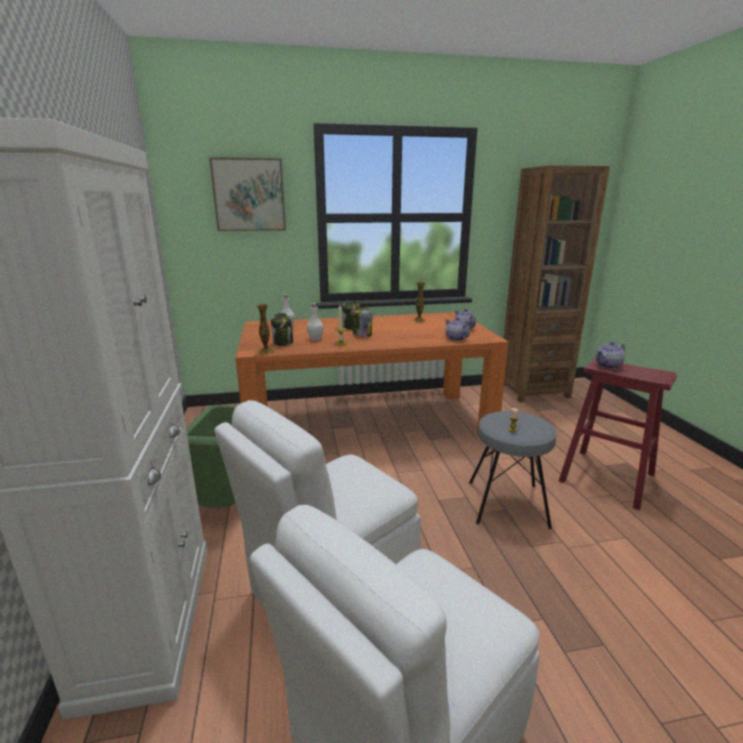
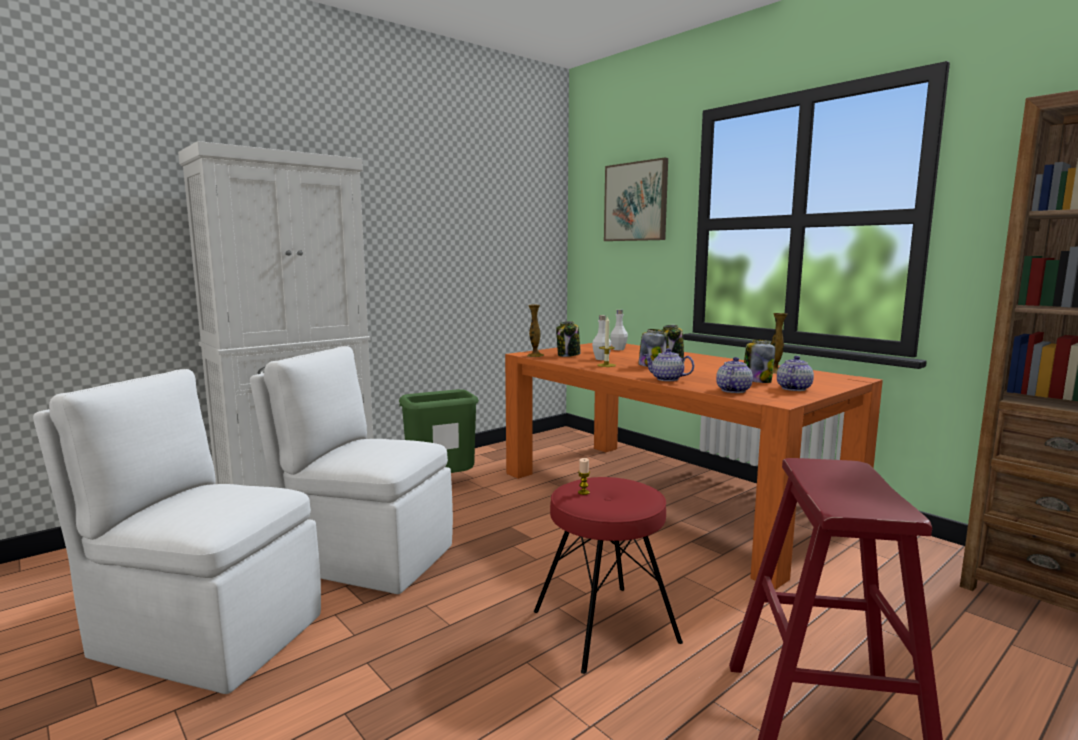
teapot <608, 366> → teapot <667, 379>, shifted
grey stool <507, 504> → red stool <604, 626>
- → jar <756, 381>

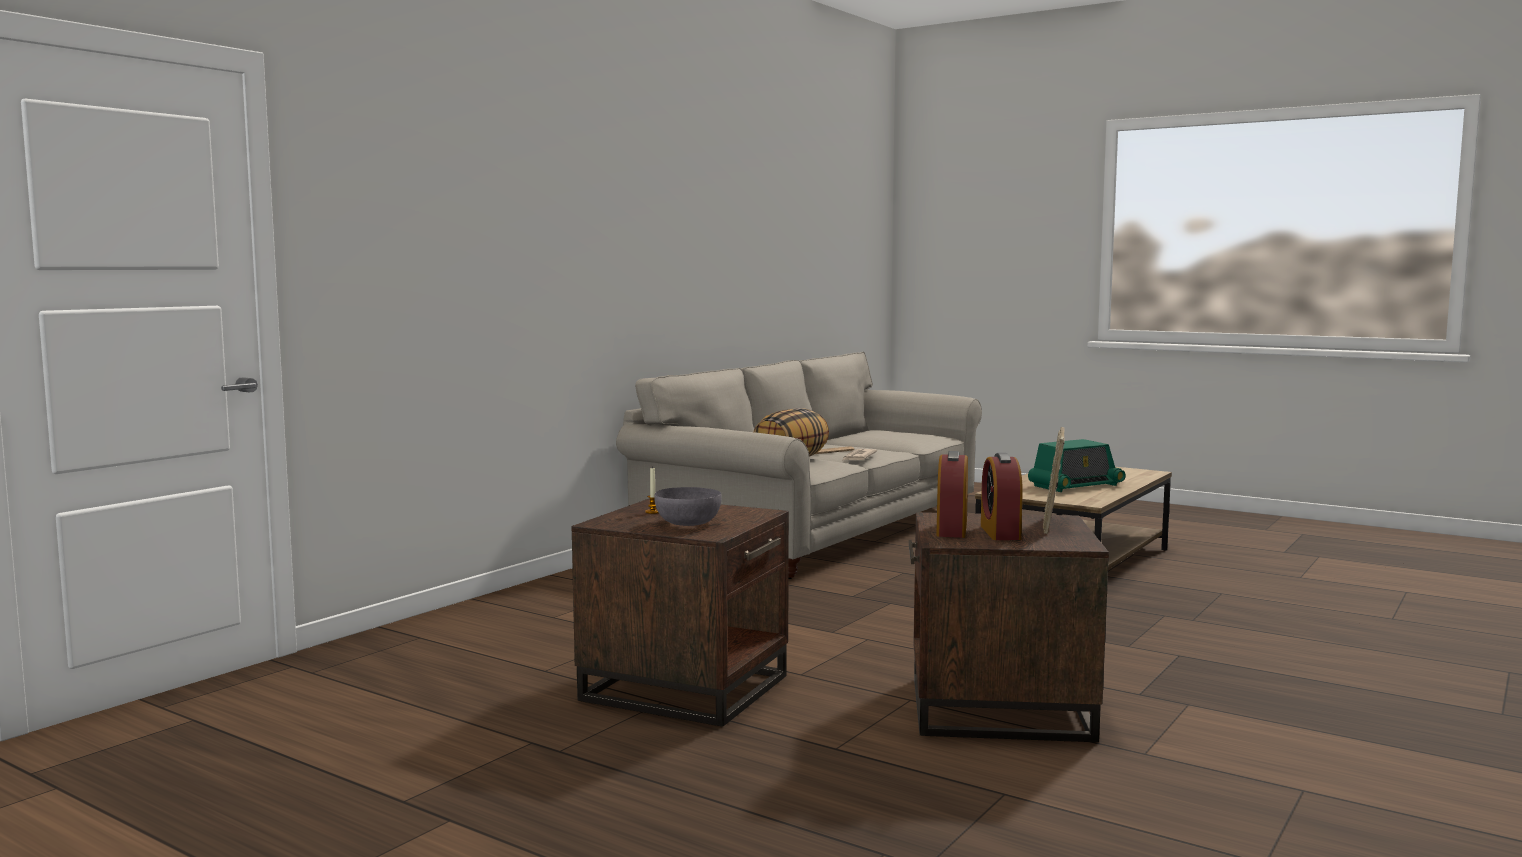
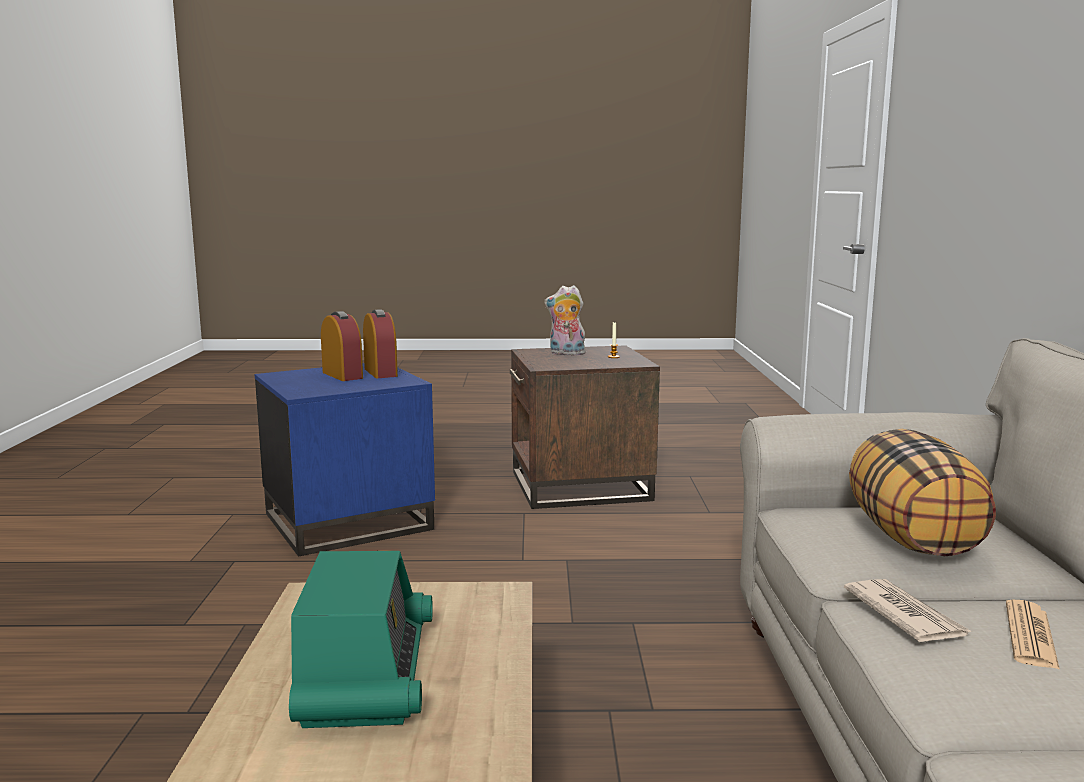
picture frame <1052, 525> → -
radio <1075, 486> → radio <366, 674>, 150 degrees clockwise
grey bowl <687, 523> → plush toy <566, 354>
brown side table <1000, 709> → blue side table <347, 521>

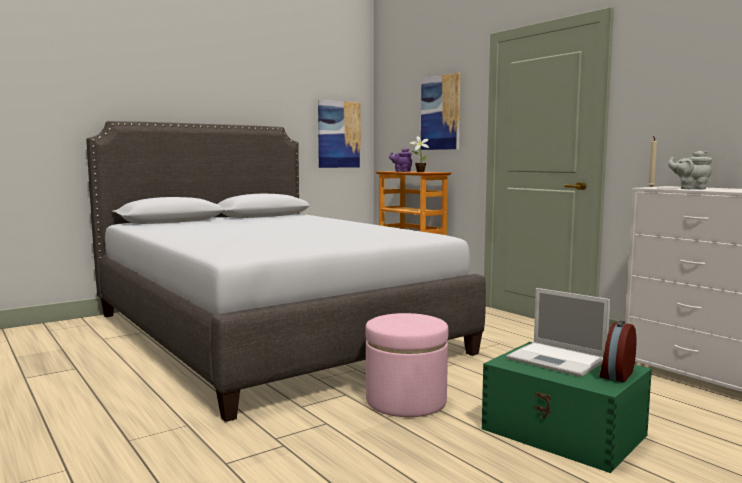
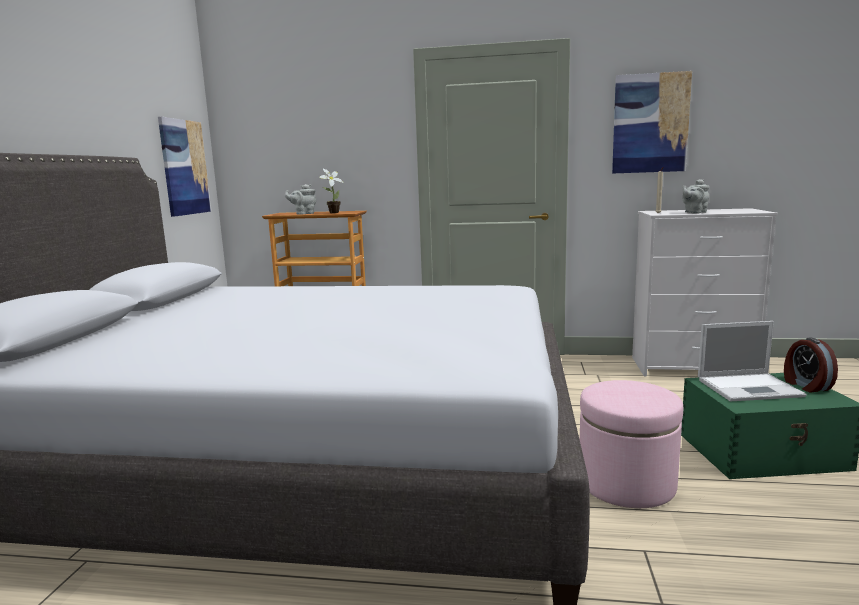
picture <440, 113> → picture <650, 123>, shifted
purple teapot <401, 171> → grey teapot <303, 213>

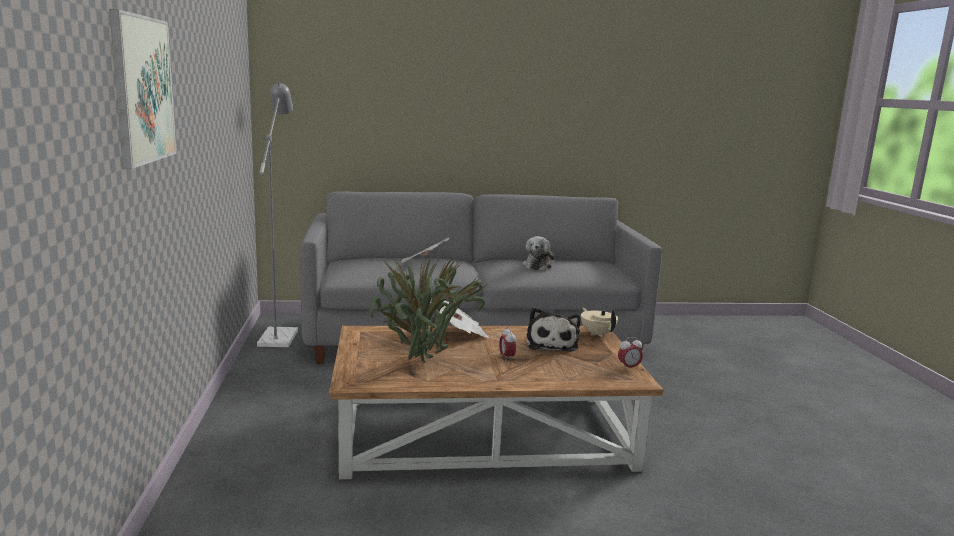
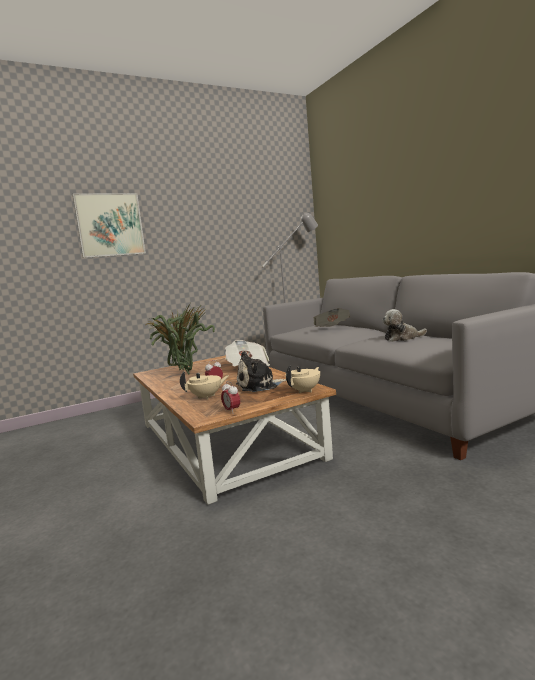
- → beige teapot <206, 397>

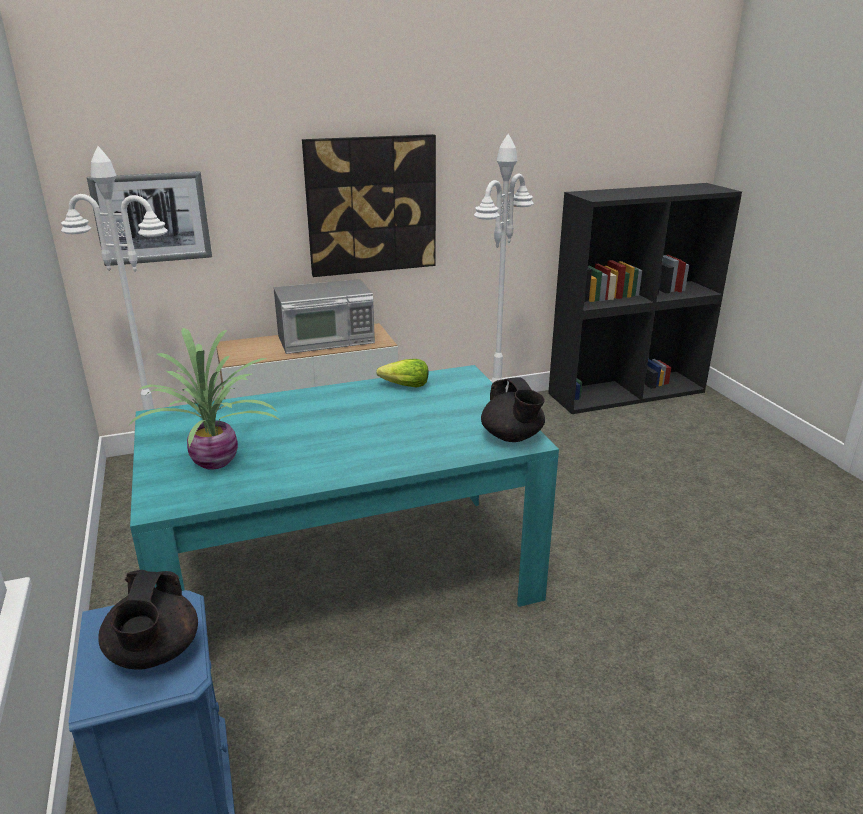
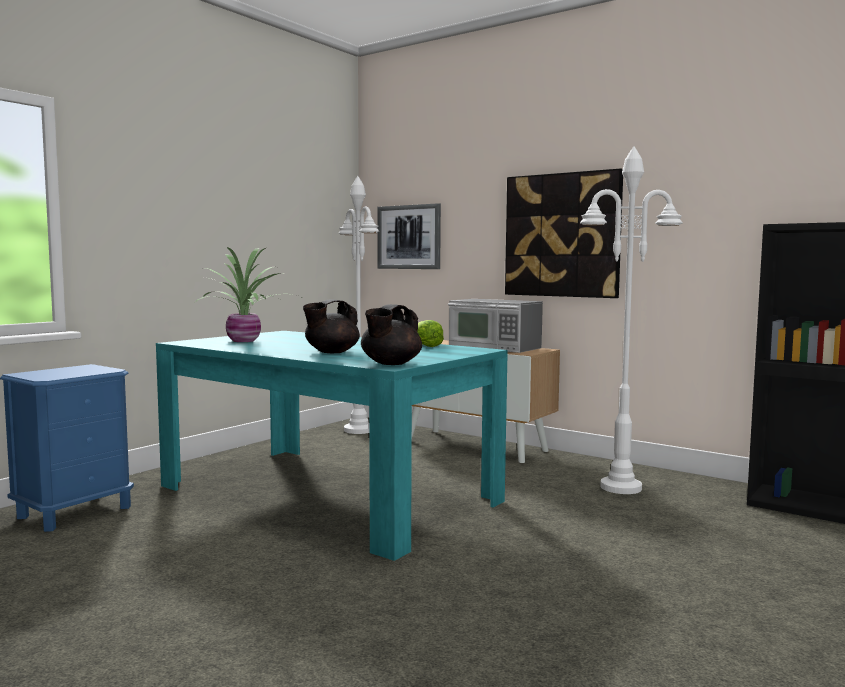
black teapot <154, 653> → black teapot <331, 352>, shifted

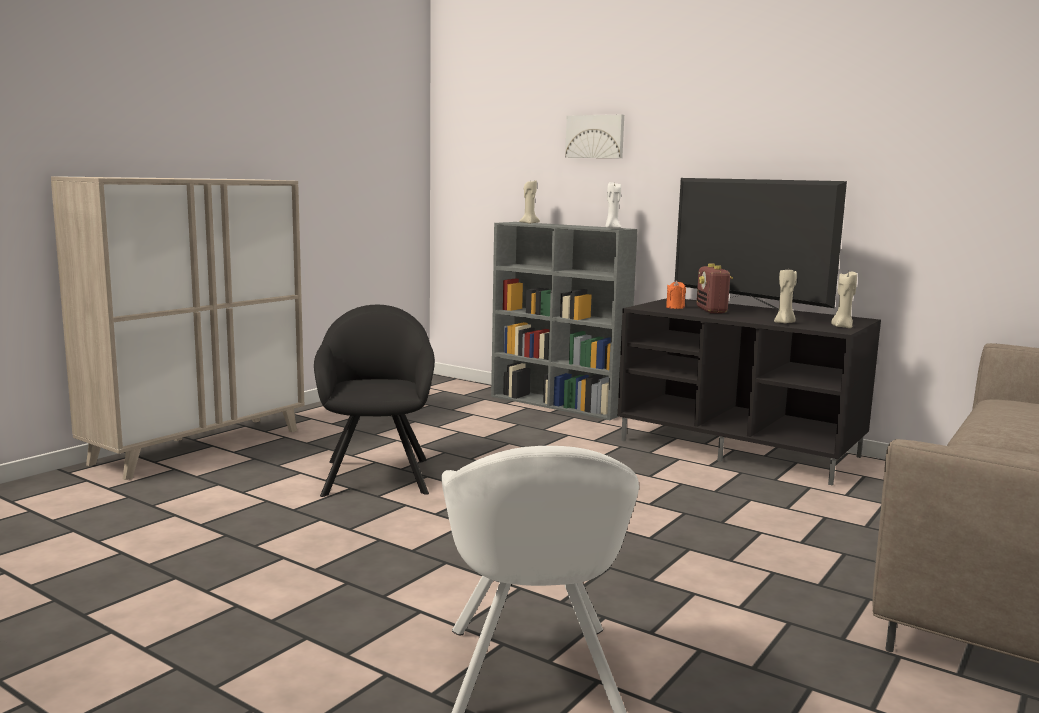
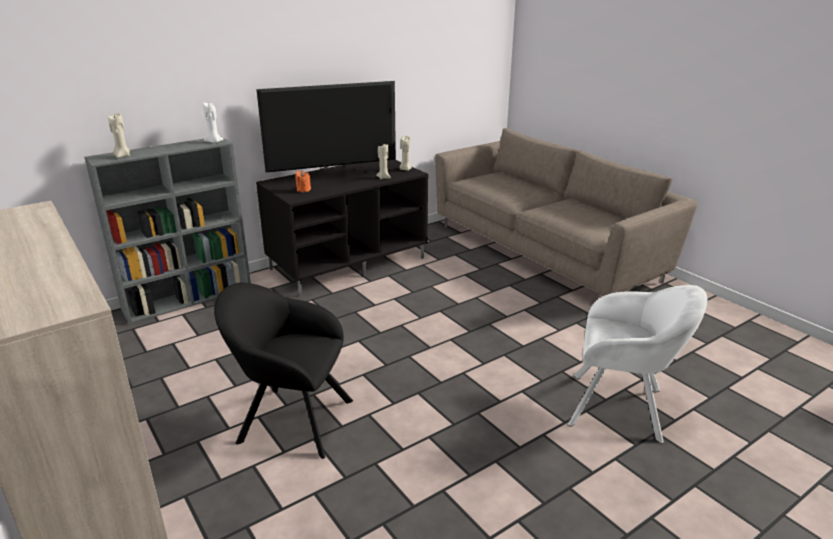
picture <595, 136> → -
radio <711, 311> → -

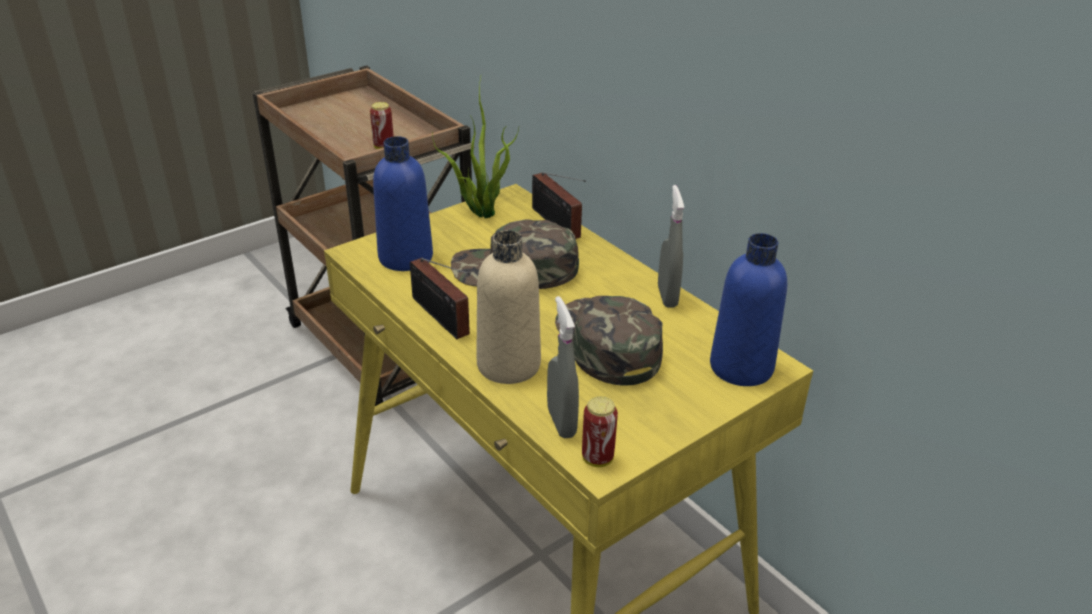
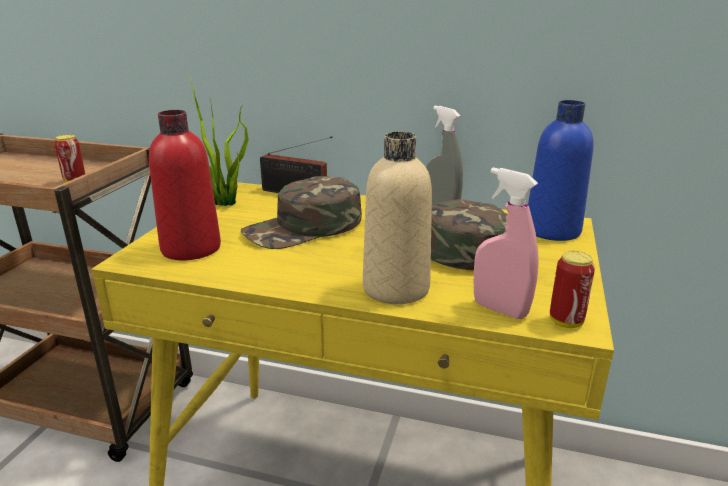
blue bottle <405, 257> → red bottle <191, 248>
radio <442, 319> → -
grey spray bottle <561, 422> → pink spray bottle <500, 310>

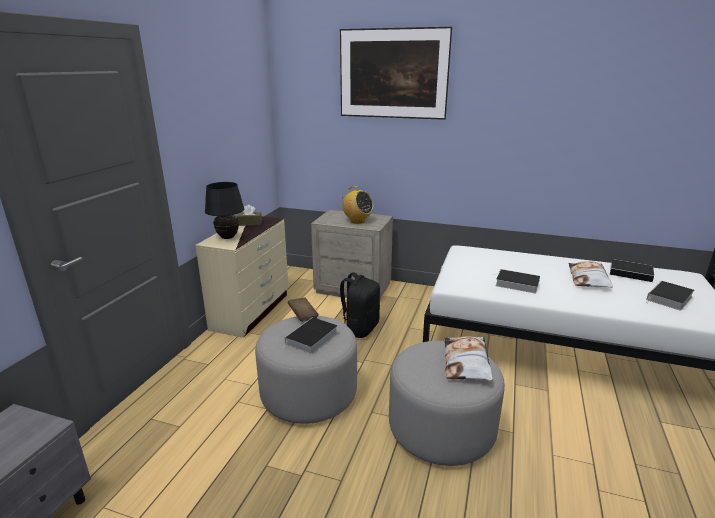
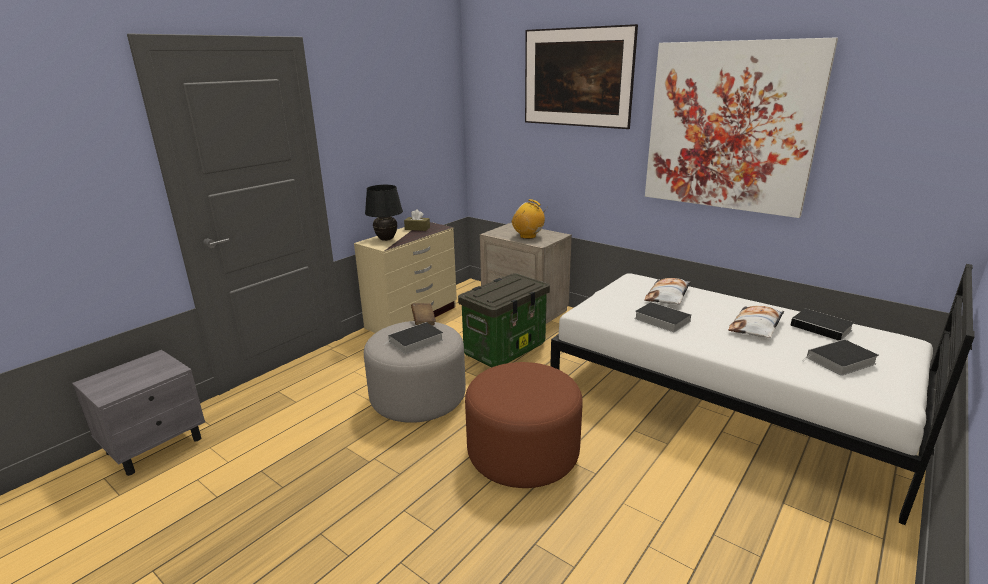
radio <357, 221> → radio <528, 236>, 150 degrees clockwise
black backpack <359, 328> → storage box <505, 349>
pillow <467, 363> → pillow <668, 296>, shifted
grey ottoman <441, 428> → brown ottoman <523, 453>
- → picture <729, 127>

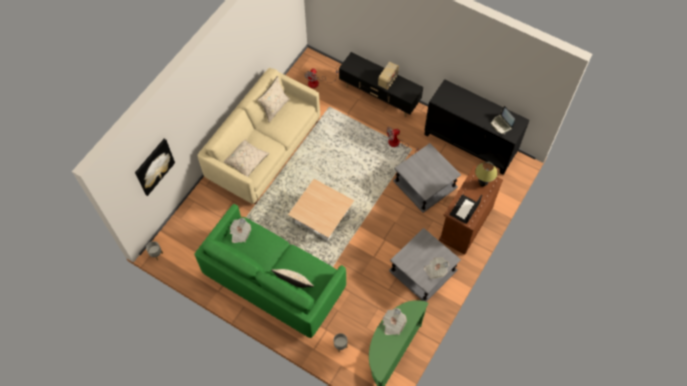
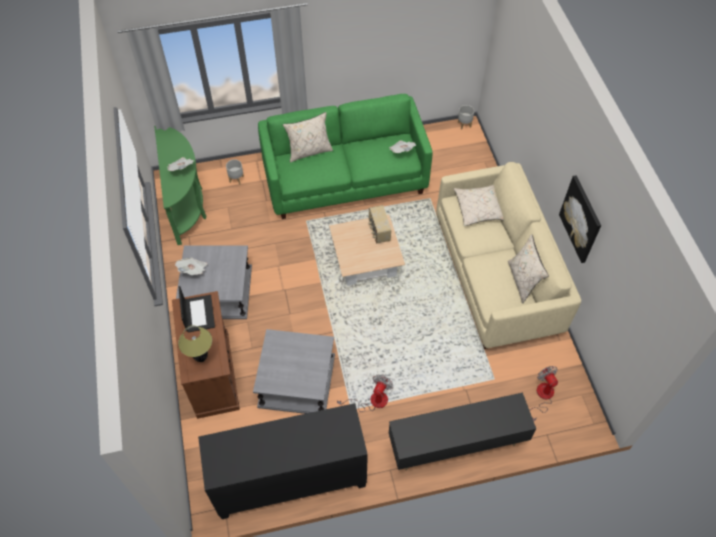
radio <388, 81> → radio <379, 231>, shifted
laptop <501, 124> → -
picture <154, 166> → picture <581, 219>, shifted

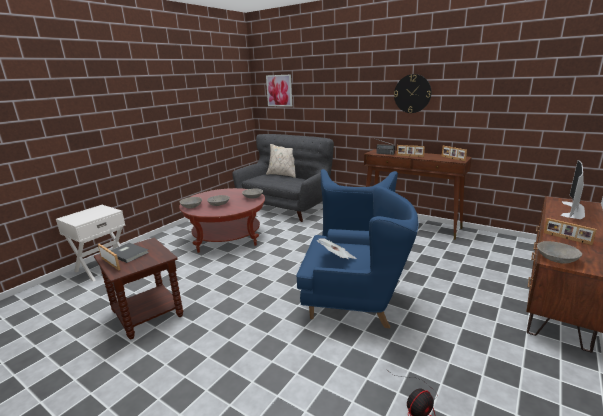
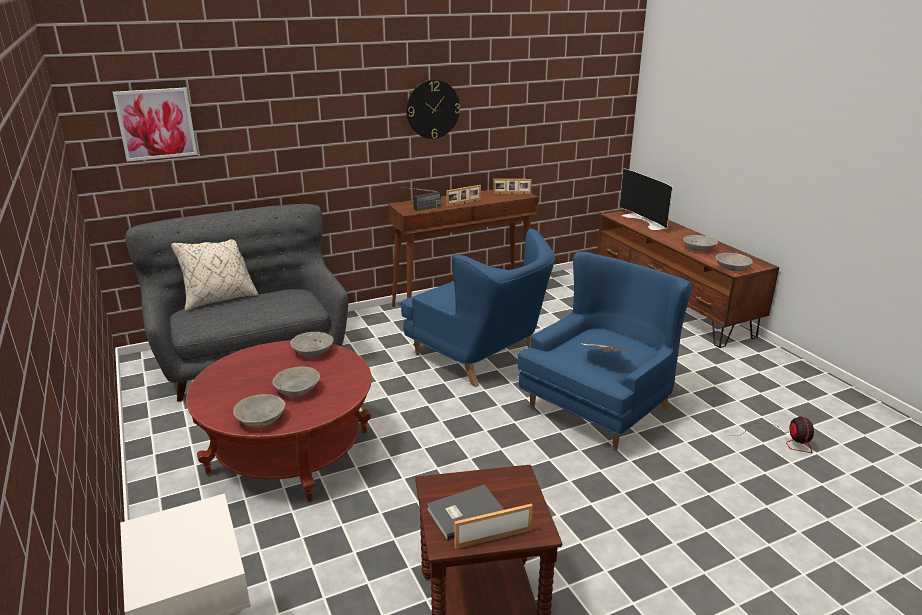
picture frame <566, 238> → grey bowl <699, 249>

